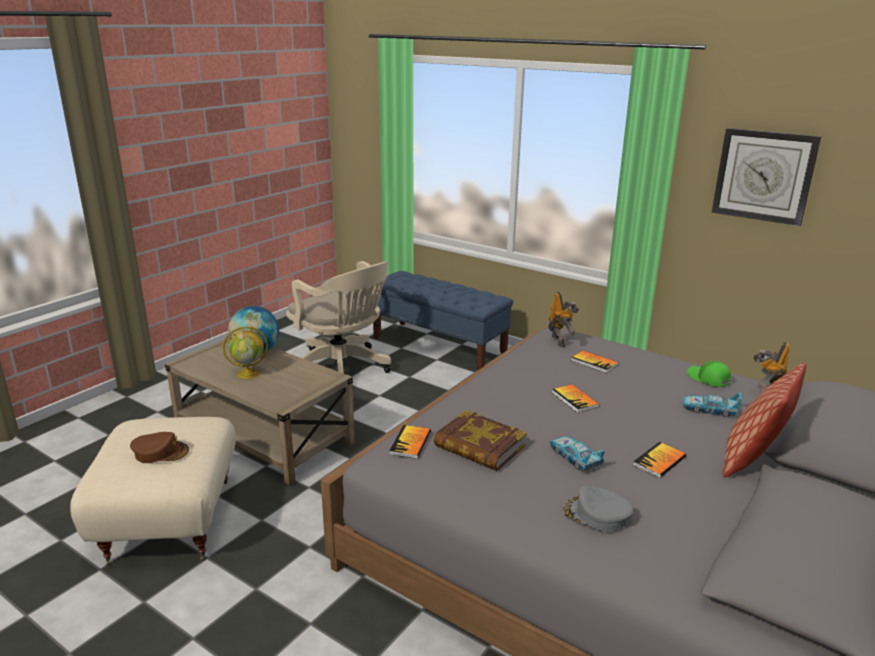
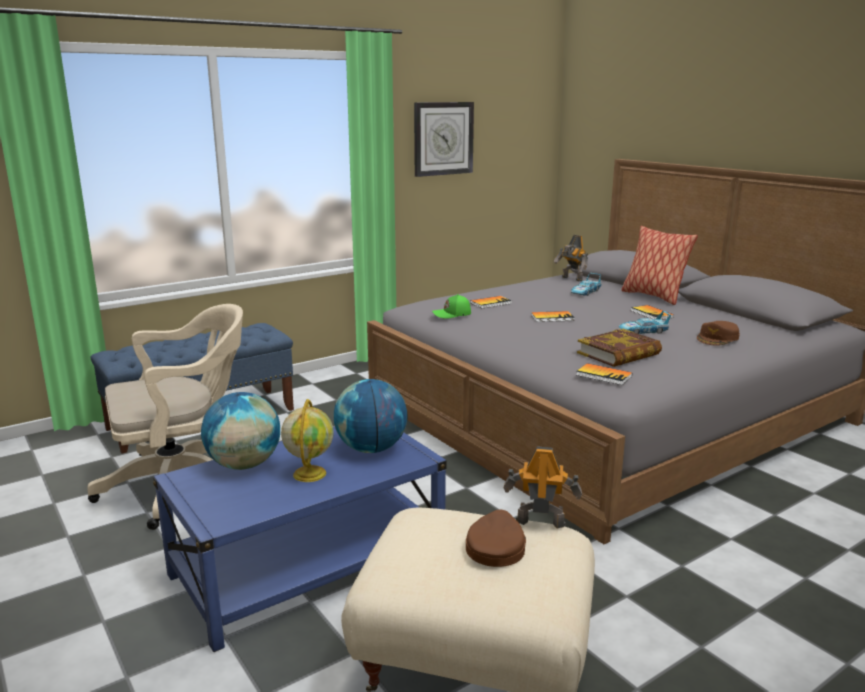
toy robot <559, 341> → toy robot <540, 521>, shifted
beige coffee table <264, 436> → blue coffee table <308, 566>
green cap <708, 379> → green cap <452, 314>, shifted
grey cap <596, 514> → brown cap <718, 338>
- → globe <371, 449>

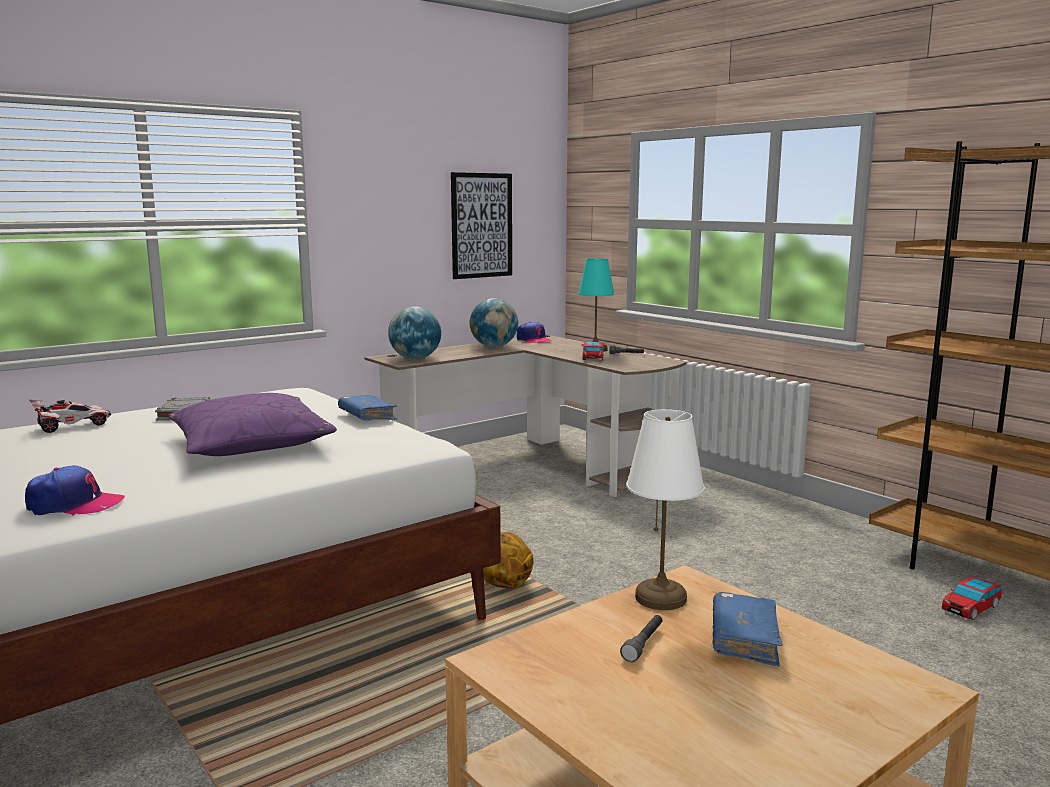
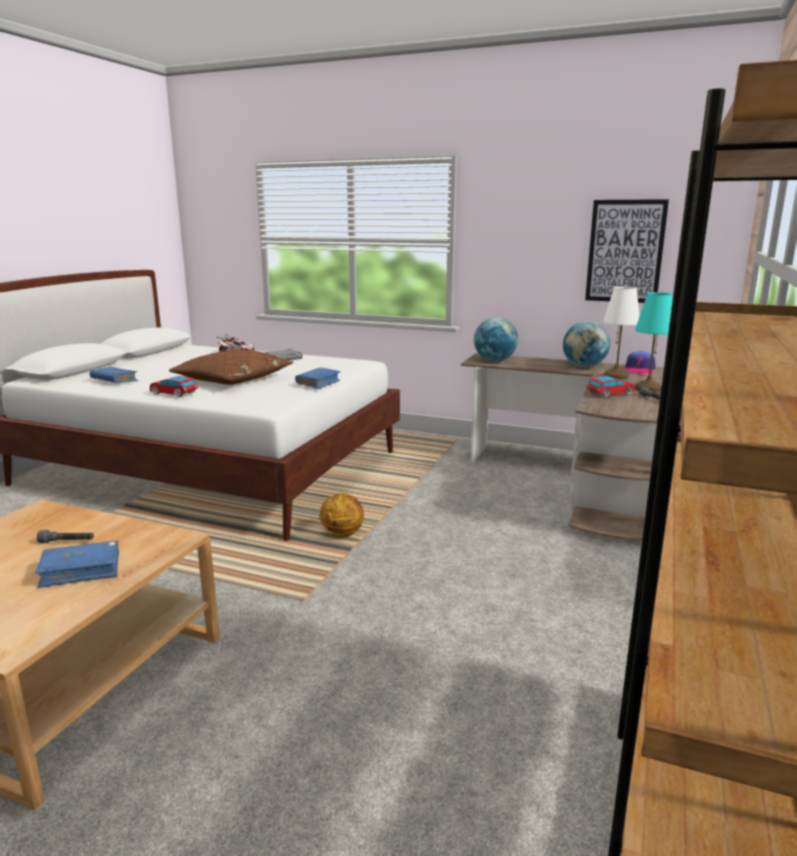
purple pillow <251, 443> → brown pillow <233, 379>
white table lamp <661, 597> → white table lamp <616, 376>, shifted
cap <74, 505> → blue book <114, 381>
toy car <970, 608> → toy car <174, 394>, shifted

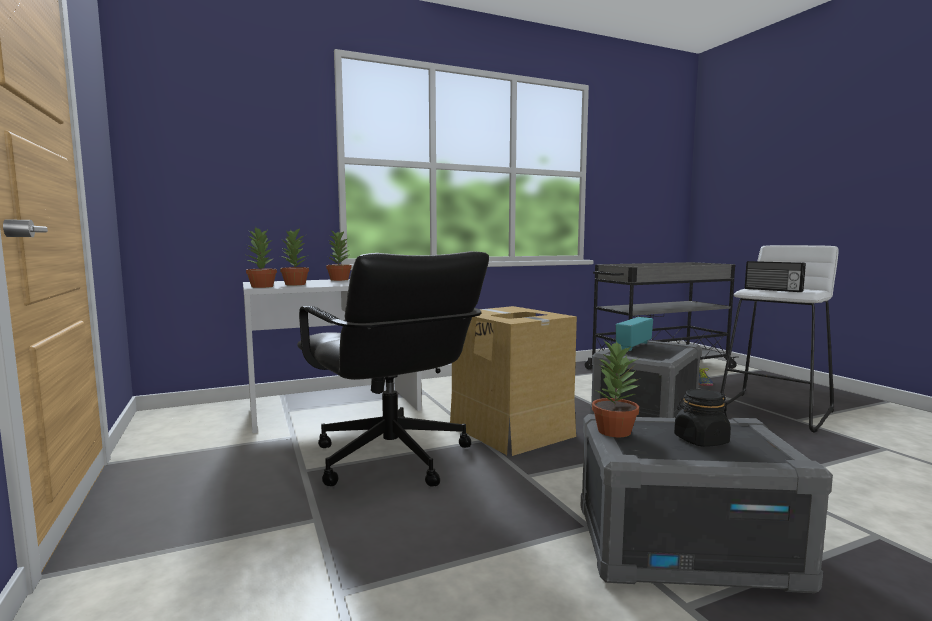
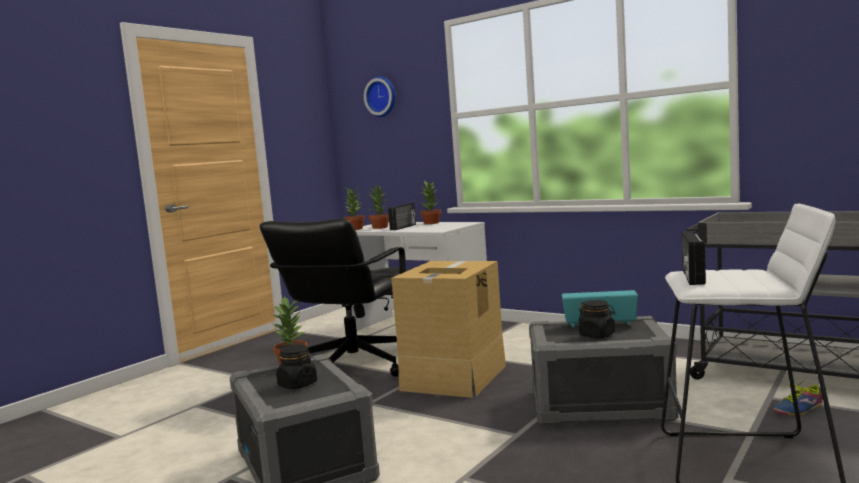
- → wall clock <382, 96>
- → radio <404, 227>
- → black jar <597, 335>

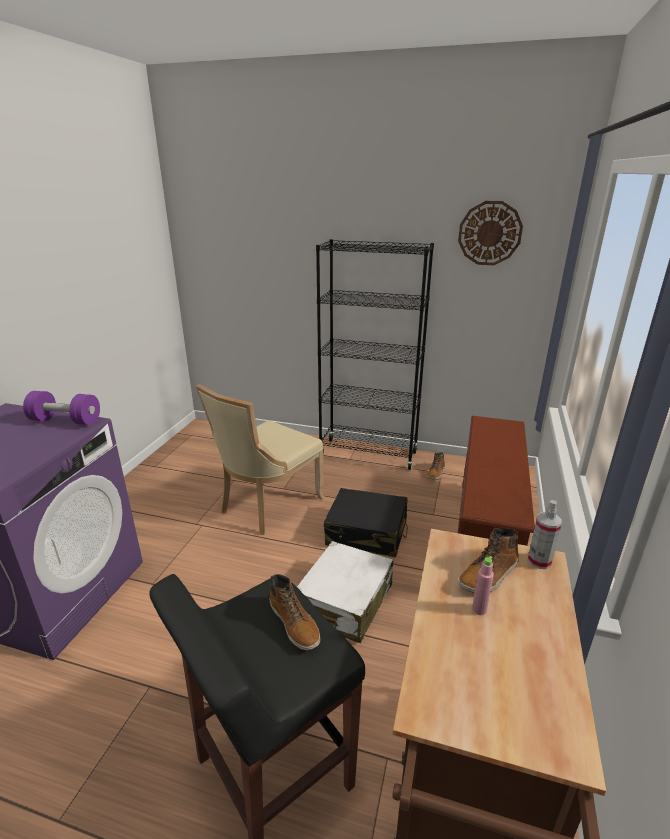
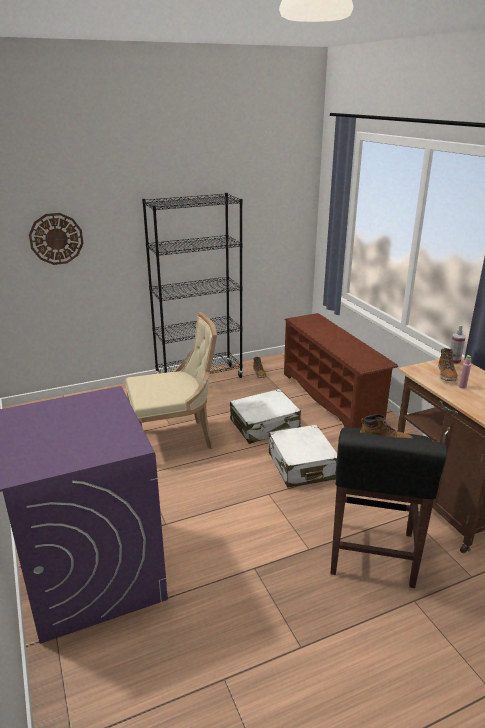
wall clock <489, 233> → wall clock <56, 238>, shifted
beige chair <267, 505> → beige chair <175, 440>, 105 degrees counterclockwise
purple dumbbell <66, 421> → -
black suitcase <367, 533> → white suitcase <265, 425>

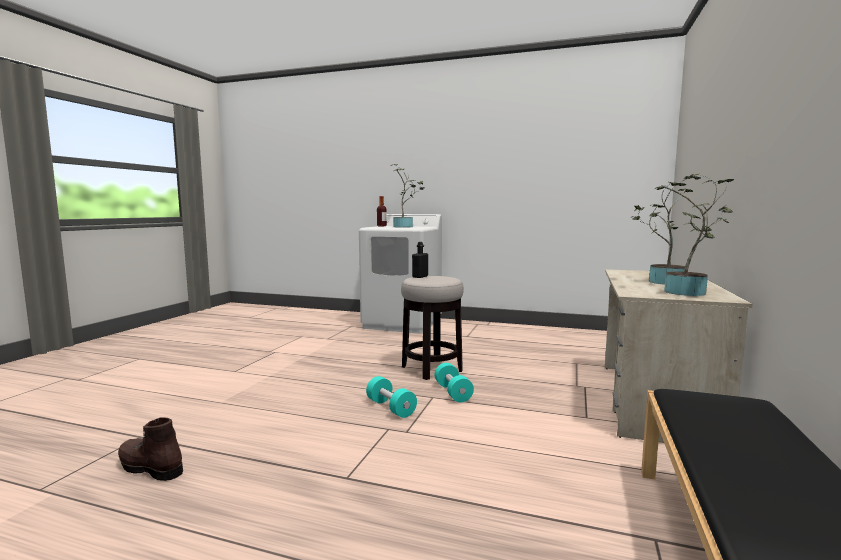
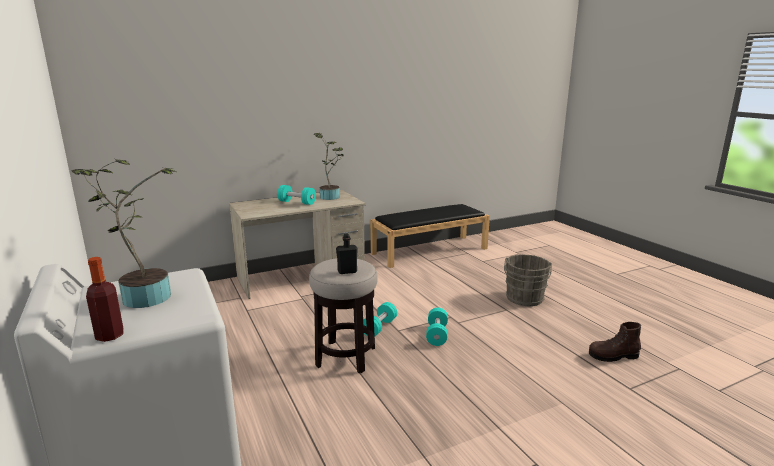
potted plant <662, 282> → turquoise dumbbell <297, 202>
brown boot <150, 468> → brown boot <613, 356>, 105 degrees clockwise
- → grey bucket <524, 299>

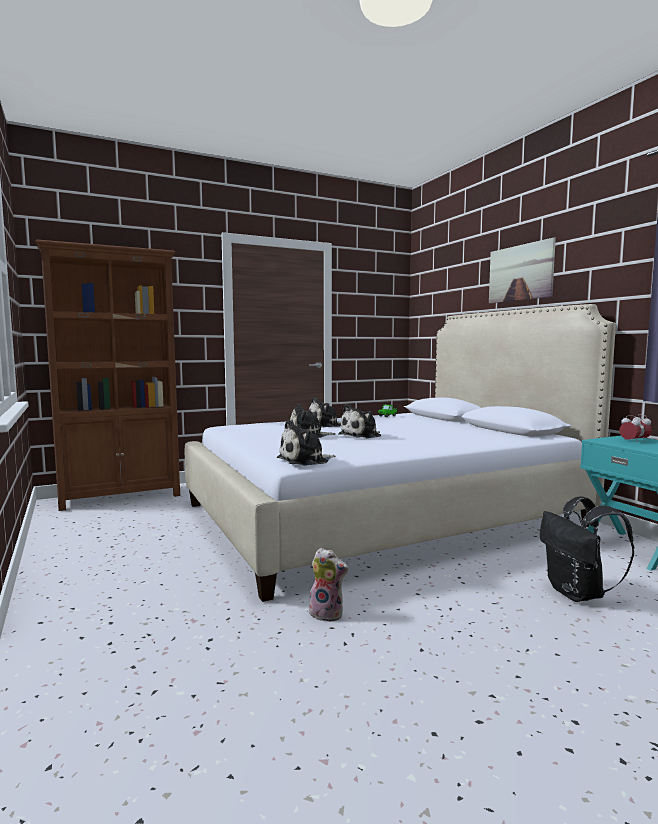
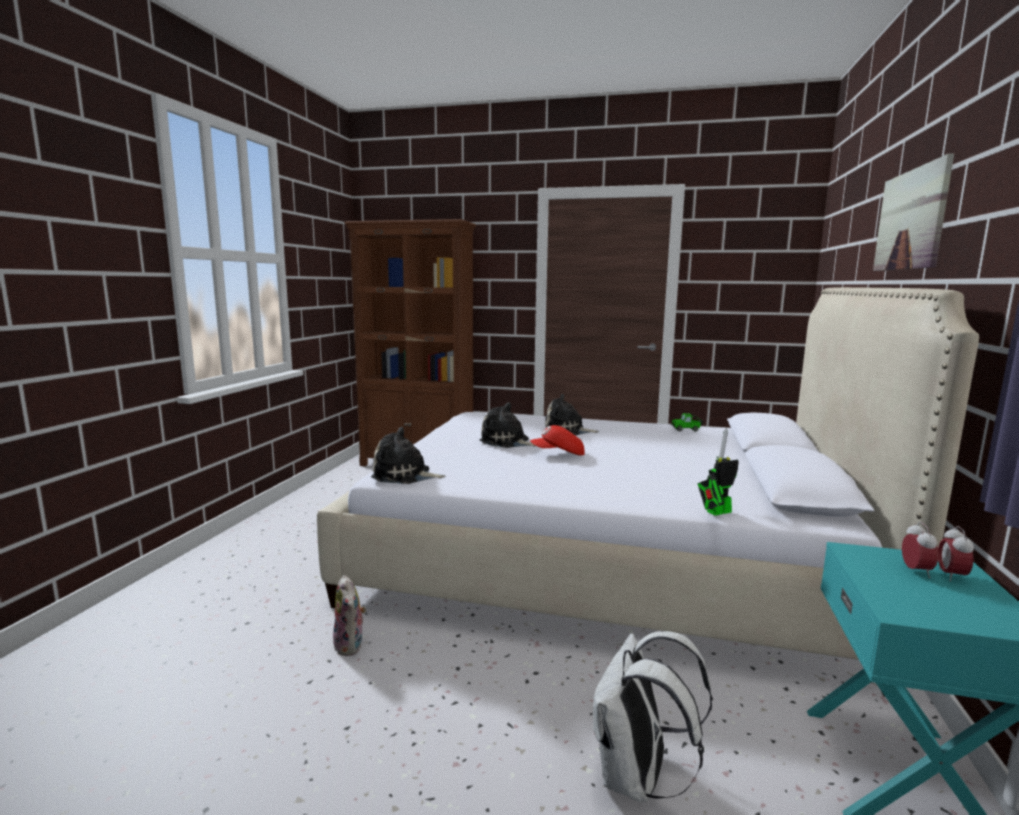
plush toy <362, 435> → red cap <558, 454>
black backpack <578, 594> → white backpack <637, 778>
- → toy robot <716, 512>

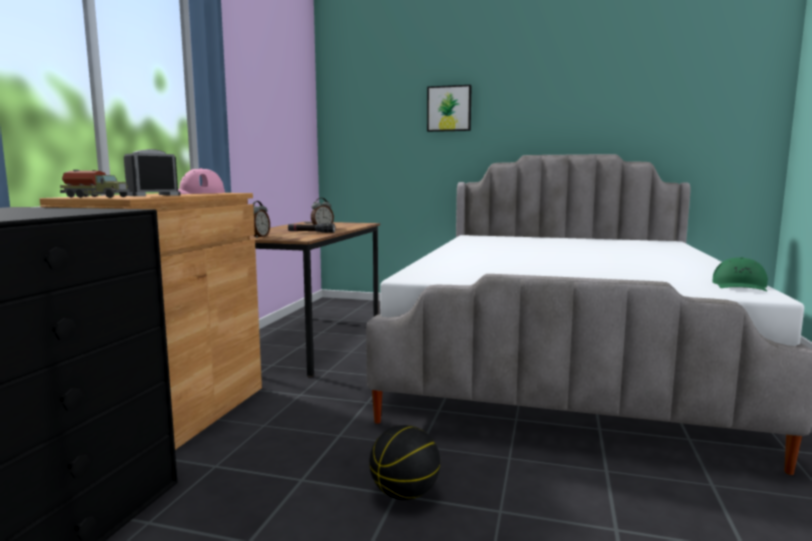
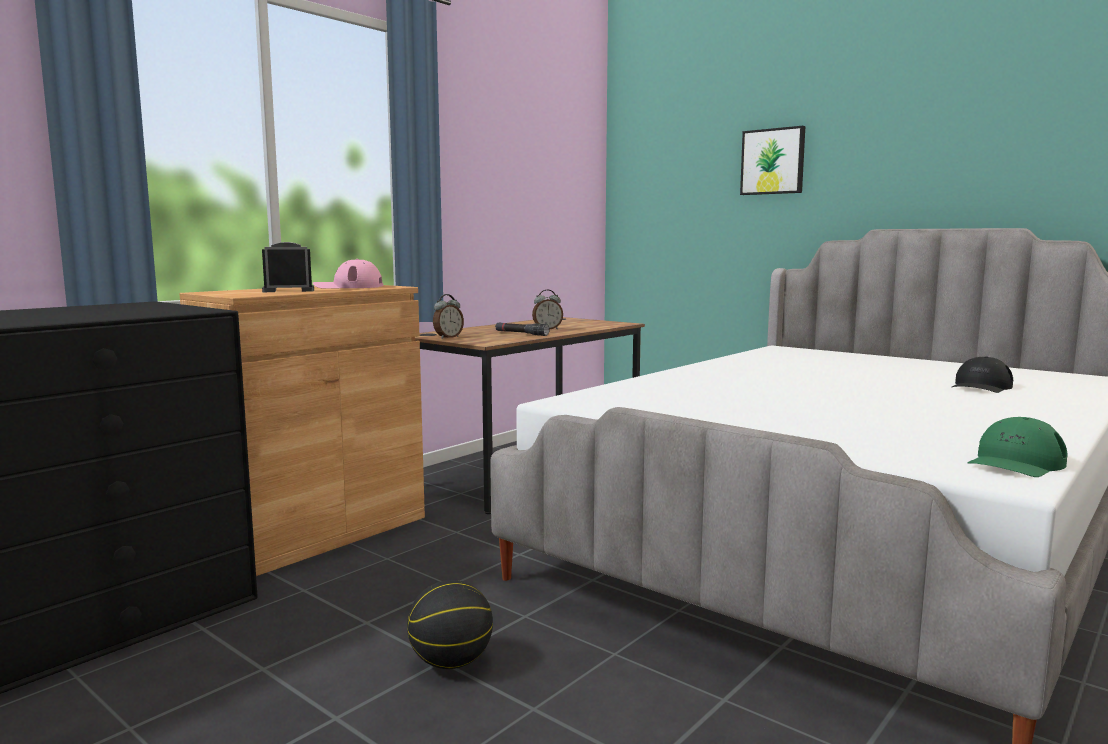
toy truck <96, 197> → -
- → black cap <980, 387>

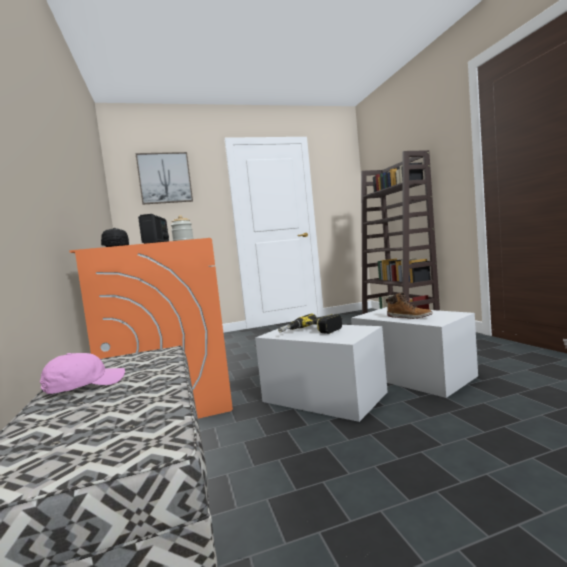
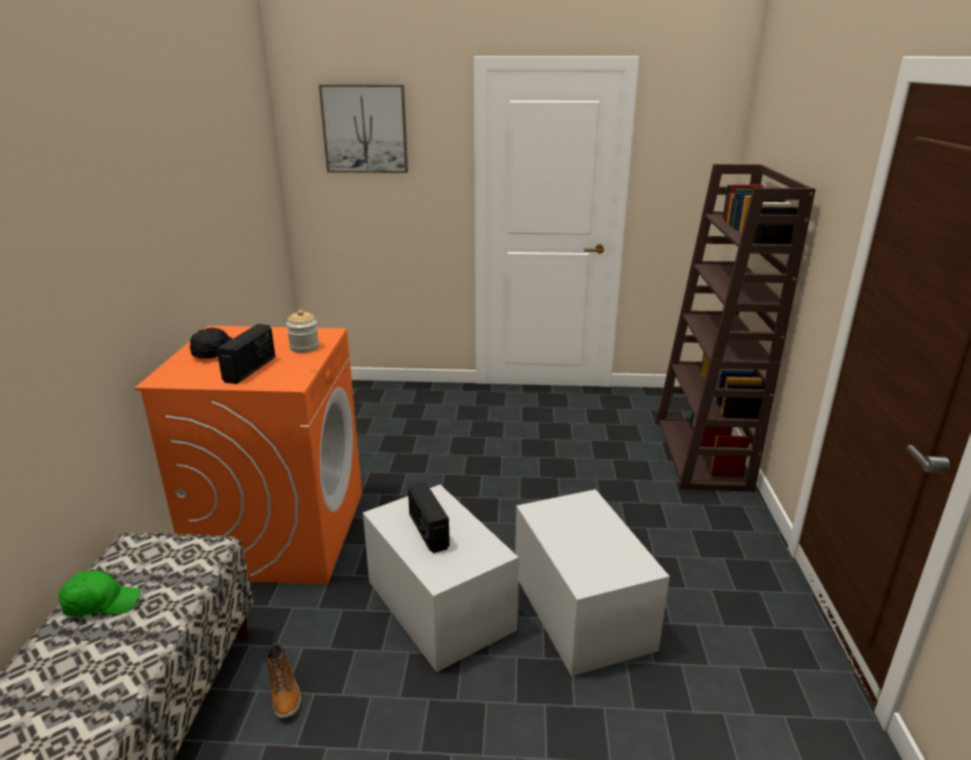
boot <409, 317> → boot <284, 692>, shifted
power drill <310, 332> → radio <428, 531>
pink cap <84, 386> → green cap <101, 603>

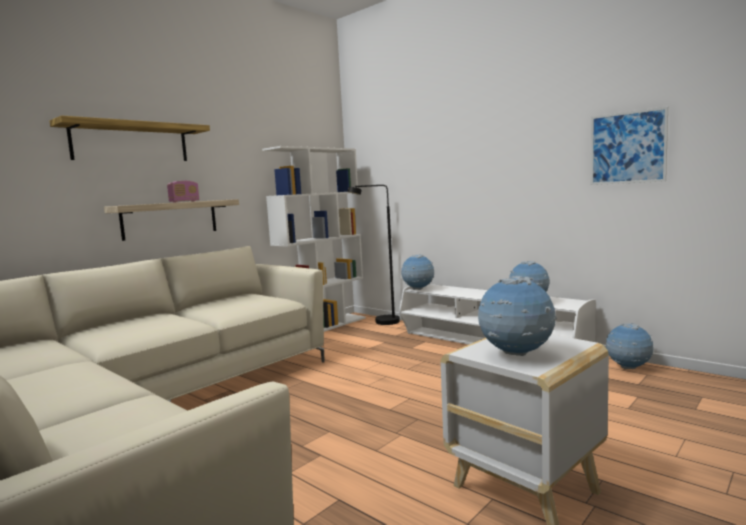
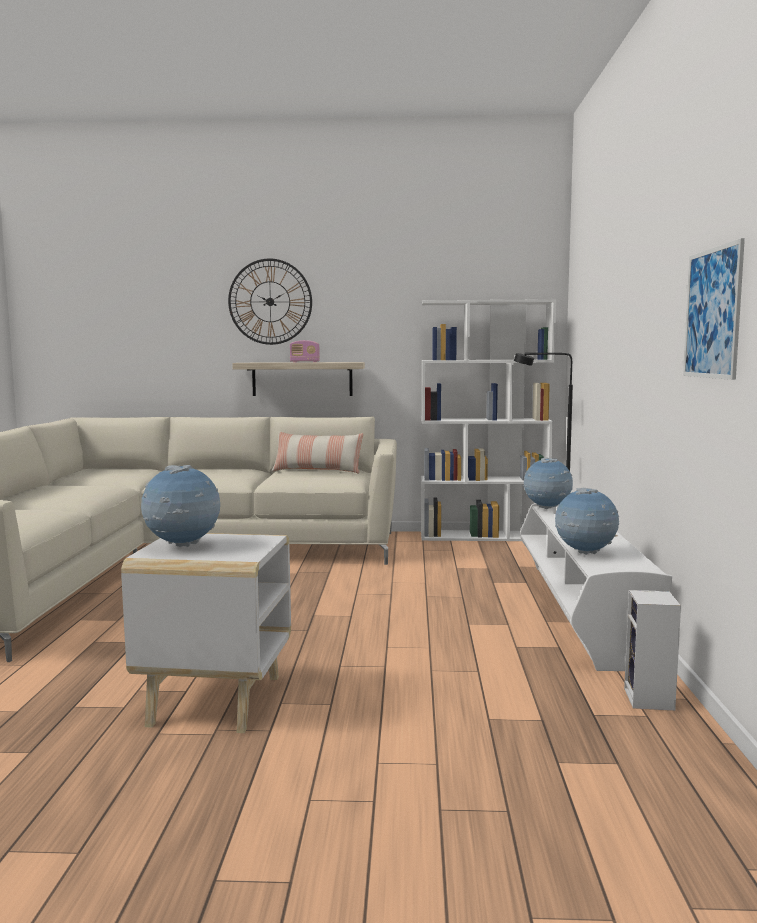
shelf <131, 142> → wall clock <270, 301>
globe <628, 368> → speaker <650, 700>
- → pillow <317, 471>

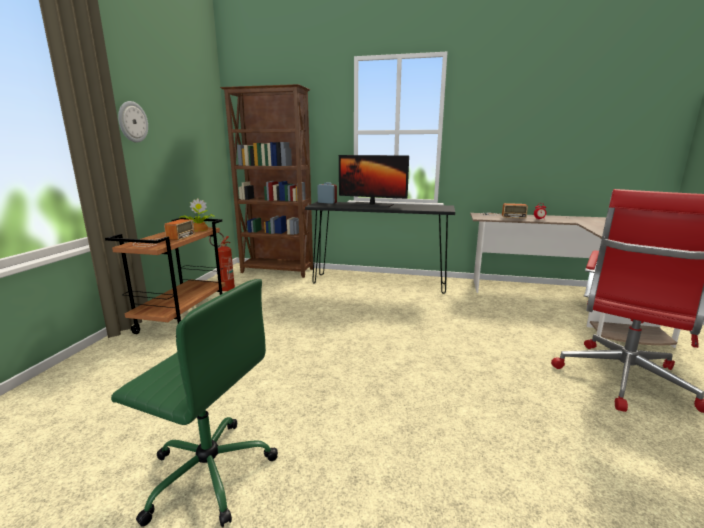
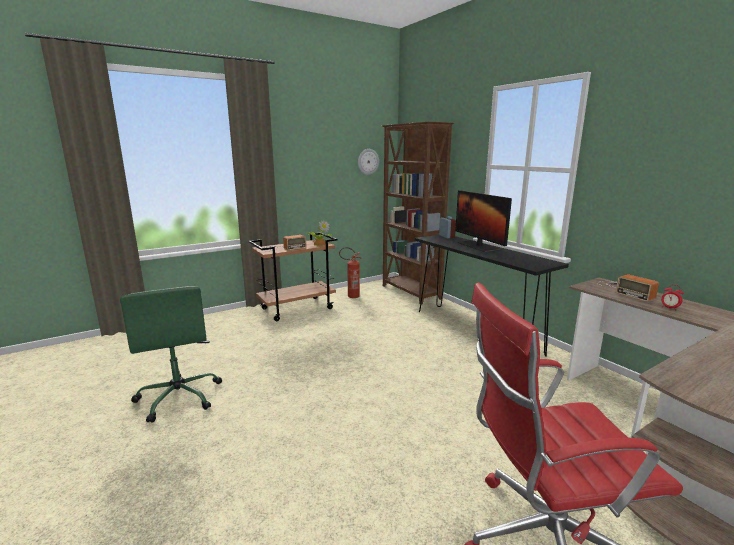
wall clock <132, 122> → wall clock <368, 161>, shifted

